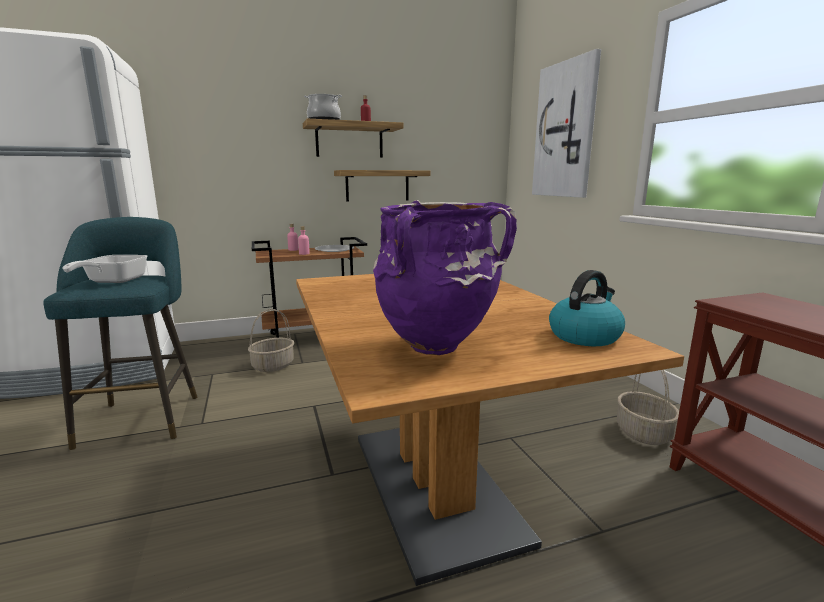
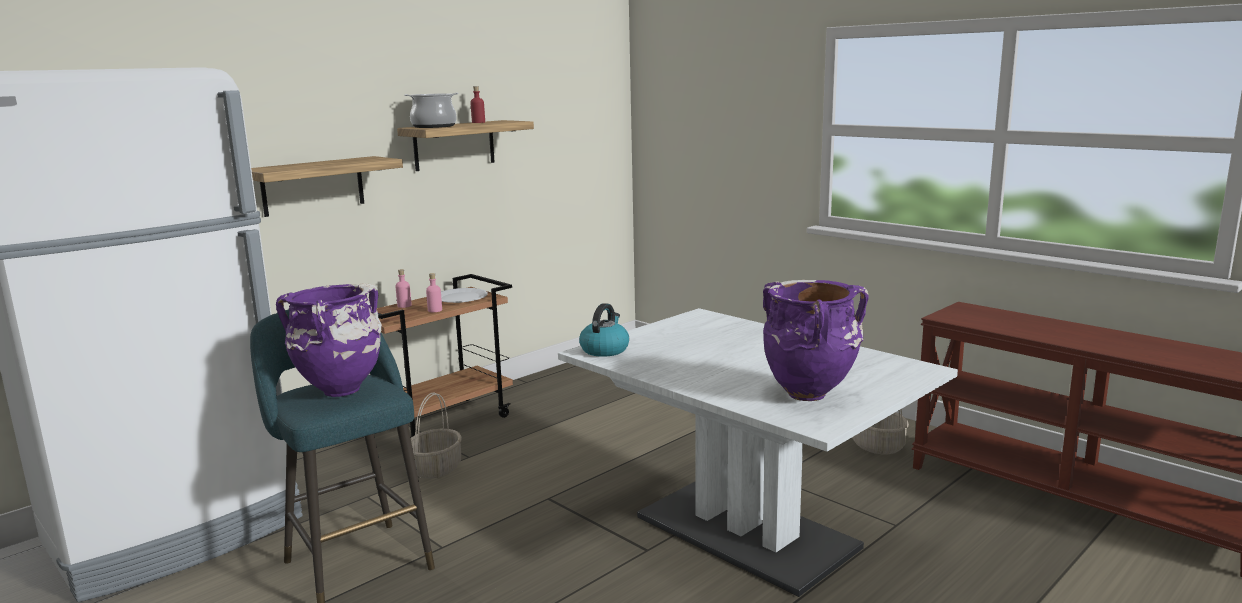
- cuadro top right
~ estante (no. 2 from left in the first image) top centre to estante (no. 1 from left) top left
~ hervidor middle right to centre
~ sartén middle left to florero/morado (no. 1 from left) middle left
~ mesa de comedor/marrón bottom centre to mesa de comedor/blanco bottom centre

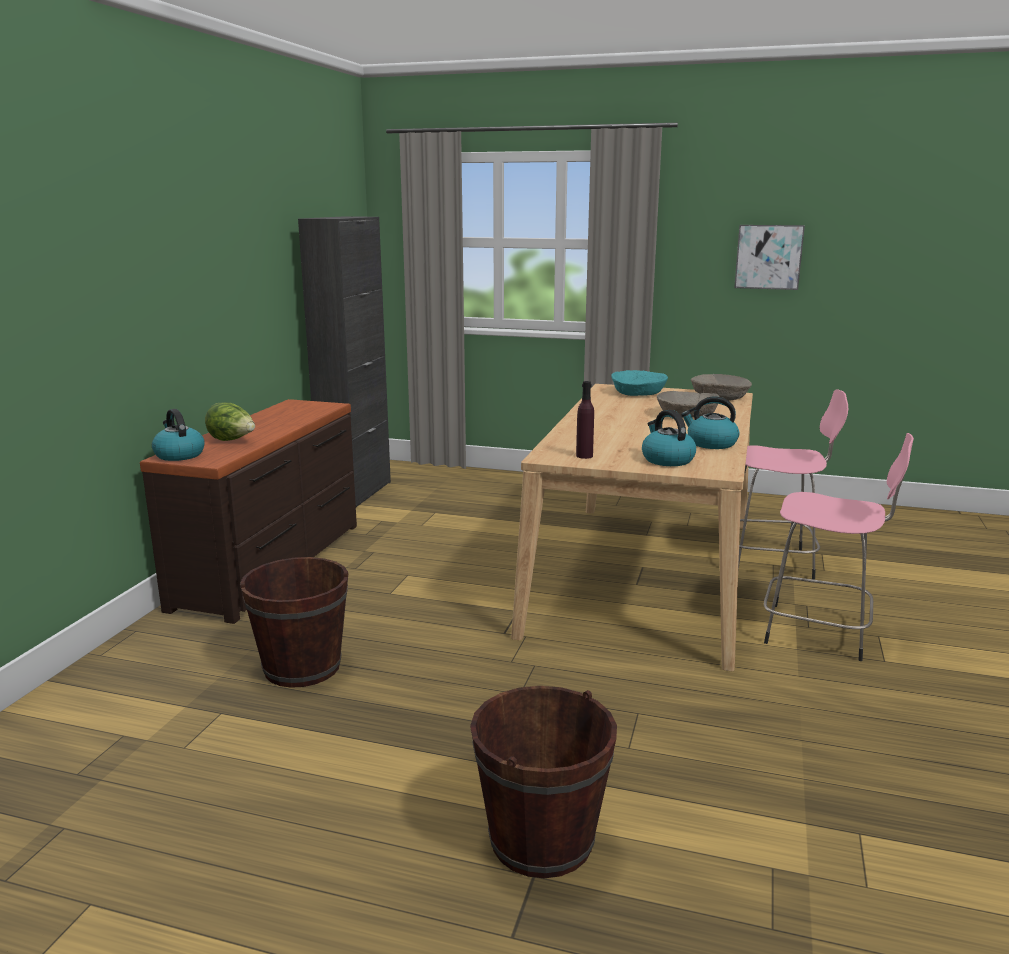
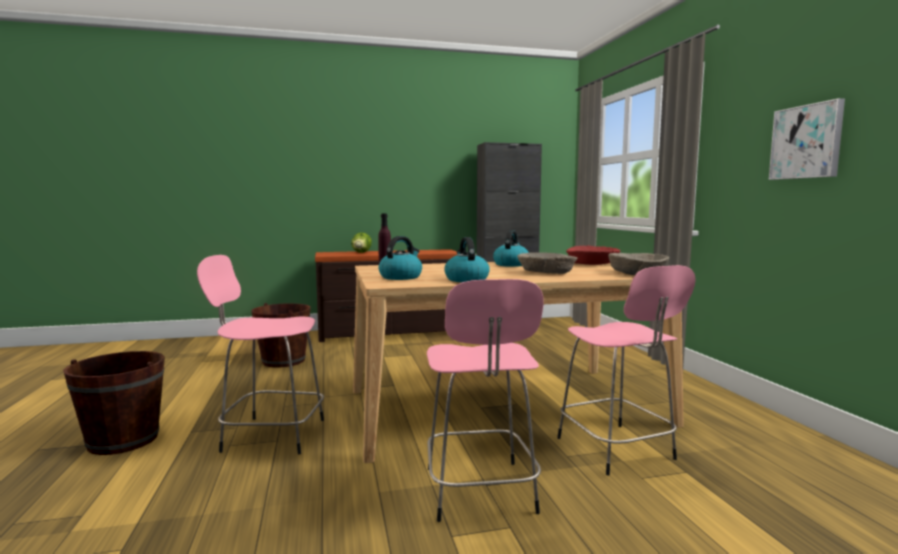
+ taburete/rosa (no. 1 from left) middle left
~ hervidor (no. 1 from left in the first image) middle left to hervidor (no. 3 from left) centre
~ cuenco/turquesa centre to cuenco/rojo centre

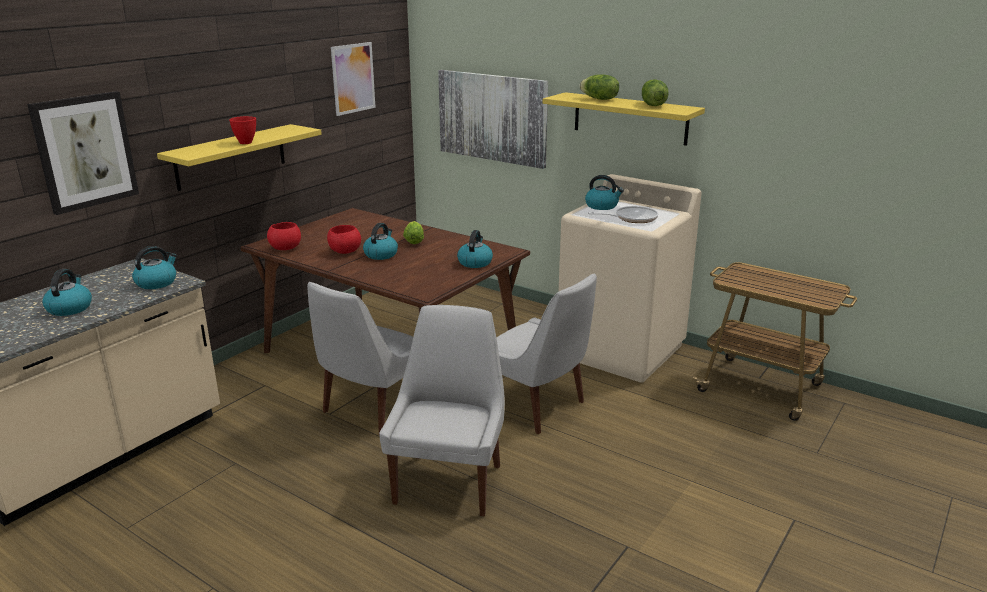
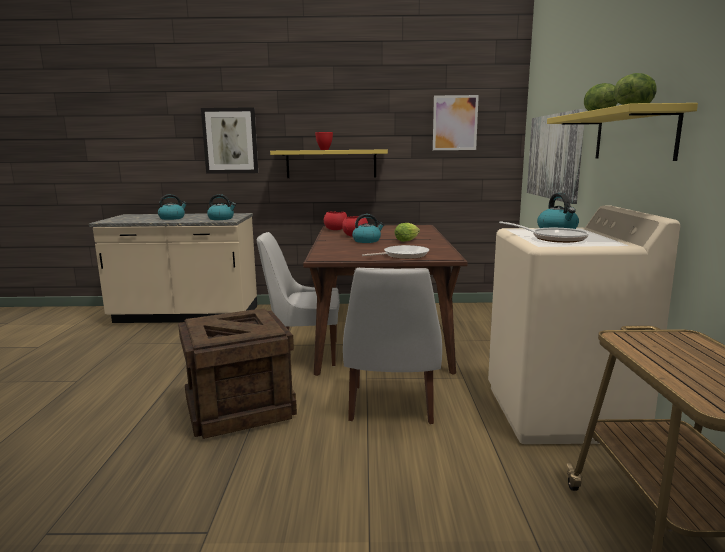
~ silla/blanco (no. 2 from left) bottom centre to caja de embalaje bottom left
~ hervidor (no. 4 from left) centre to sartén (no. 1 from left) centre

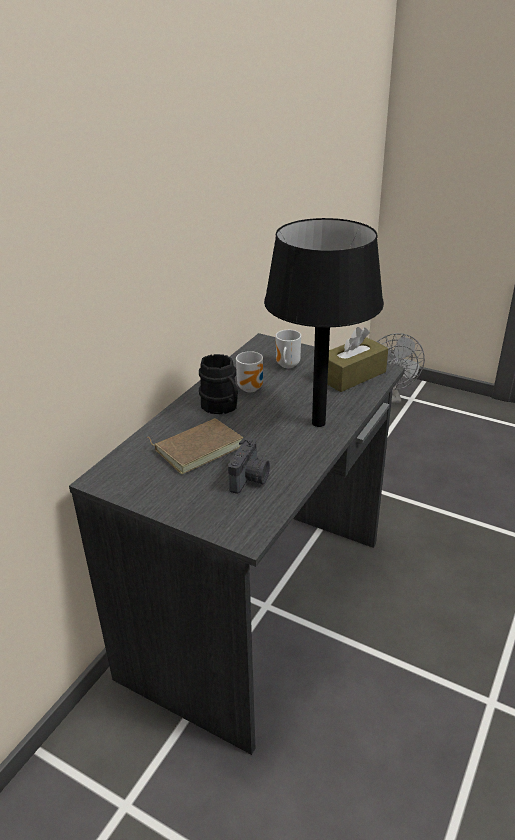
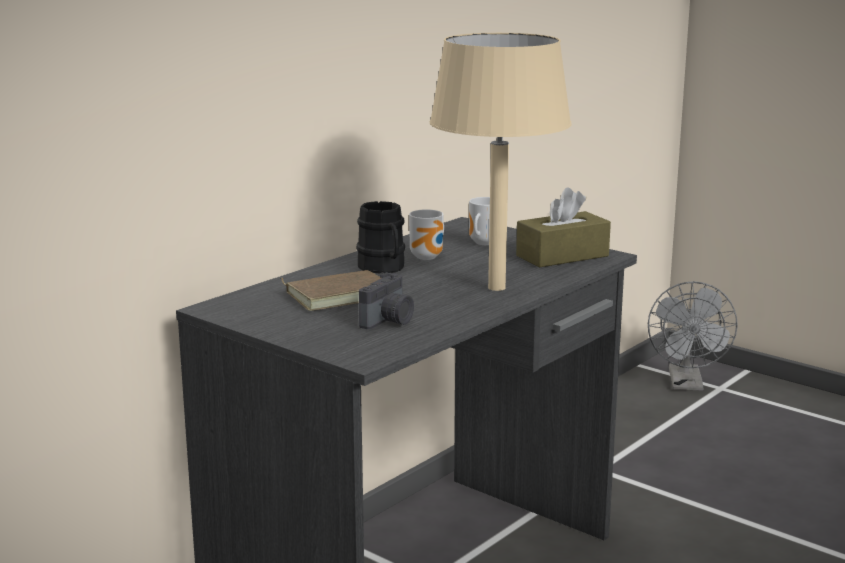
~ lámpara de mesa/negro centre to lámpara de mesa/beis top centre

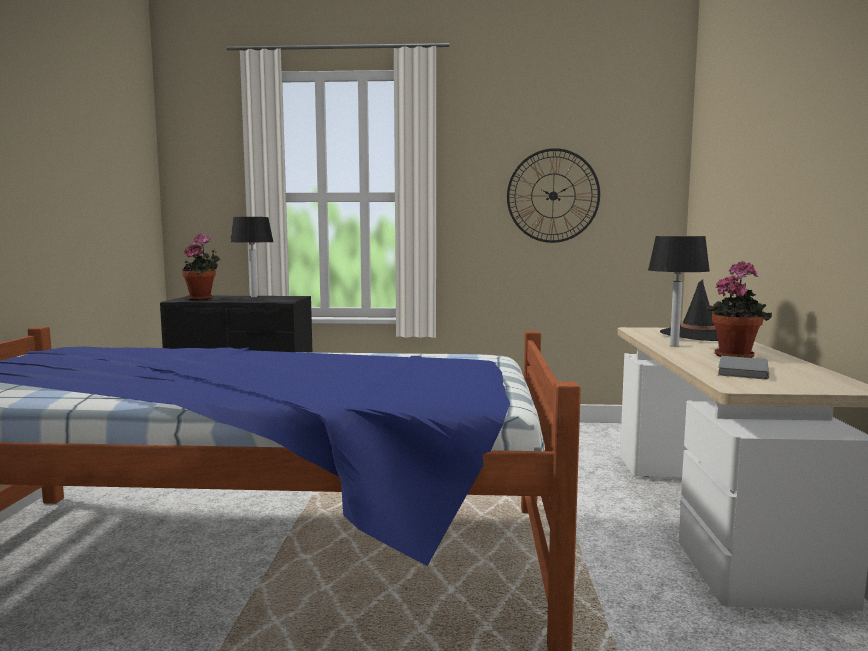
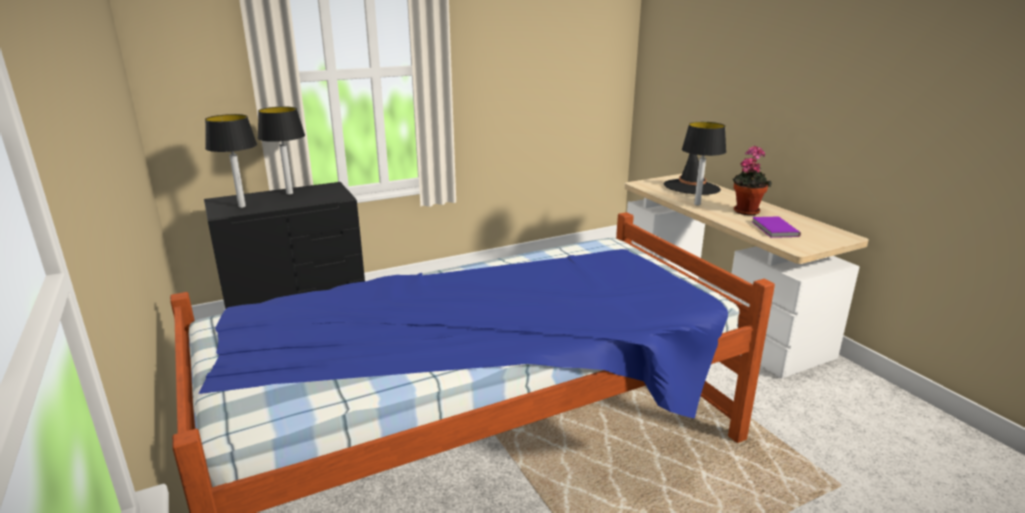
- reloj de pared top centre
~ planta en maceta (no. 1 from left) middle left to lámpara de mesa (no. 1 from left) top left
~ libro/gris middle right to libro/morado middle right

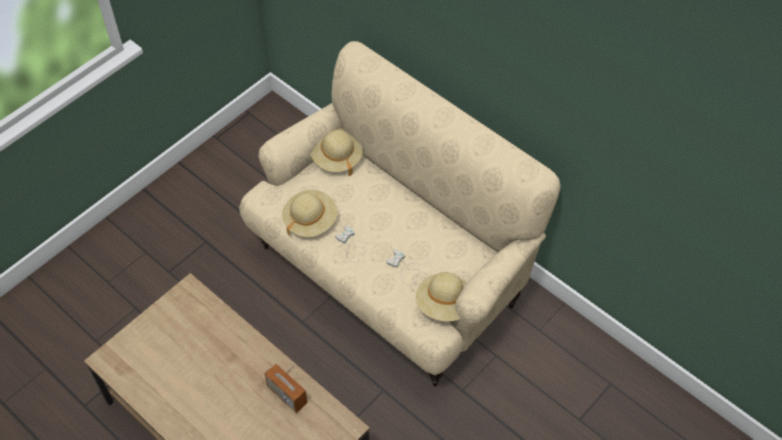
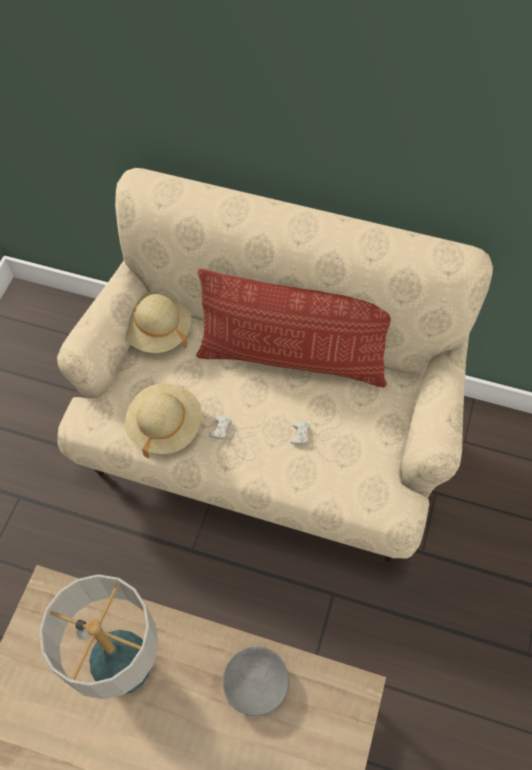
- sombrero/beis (no. 3 from left) bottom centre
+ lámpara de mesa bottom left
+ cojín centre
~ radio bottom centre to cuenco/gris bottom centre

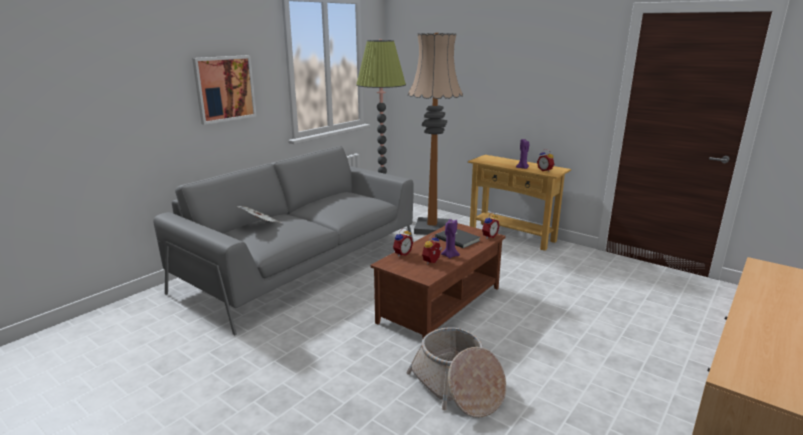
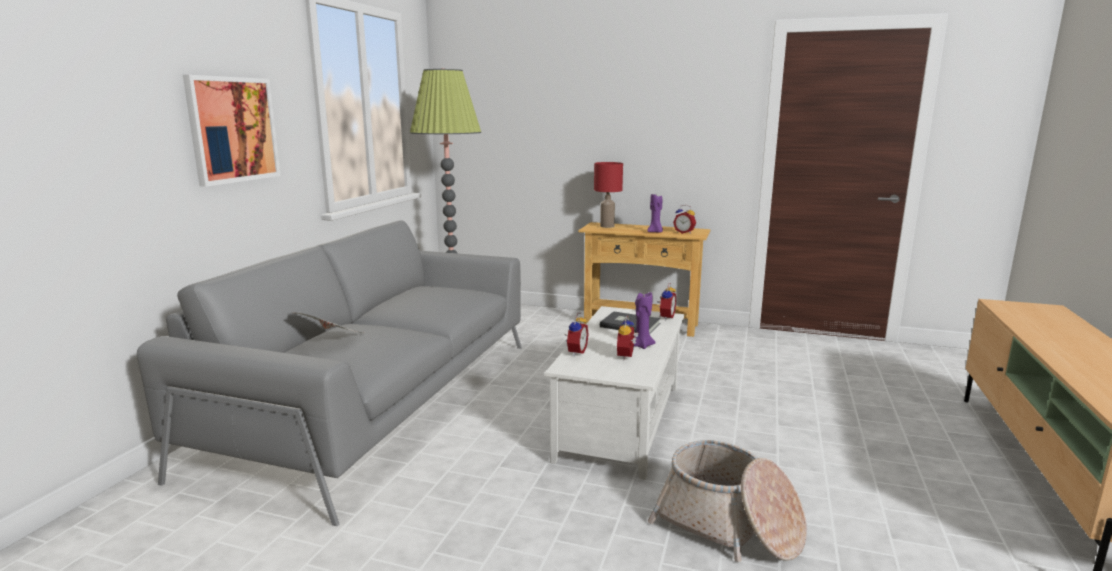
- lámpara de pie (no. 2 from left) top centre
+ lámpara de mesa/rojo centre
~ mesa de centro/marrón centre to mesa de centro/blanco bottom centre

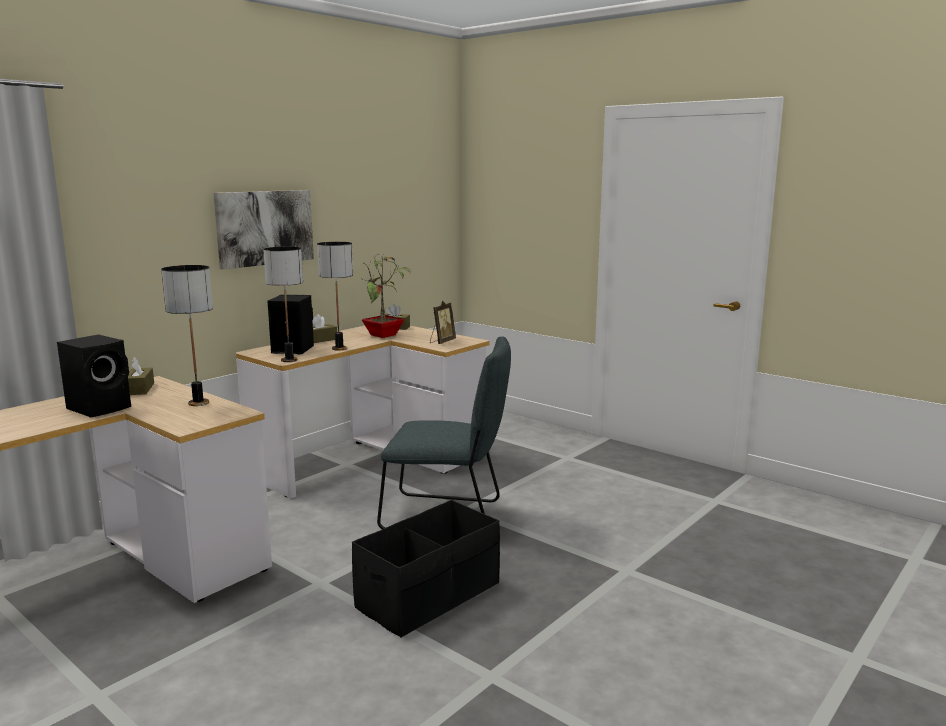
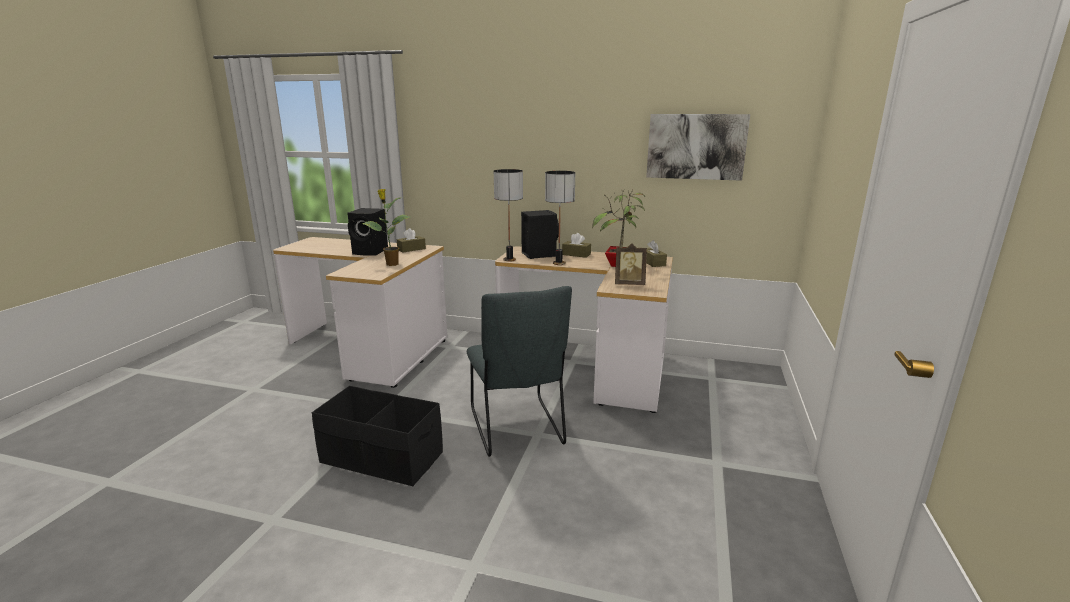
~ cuadro top left to top centre
~ lámpara de mesa (no. 1 from left) middle left to planta en maceta (no. 1 from left) centre

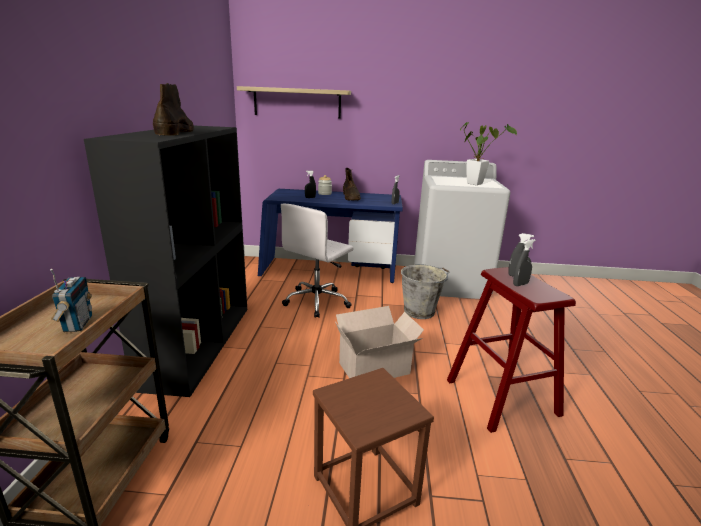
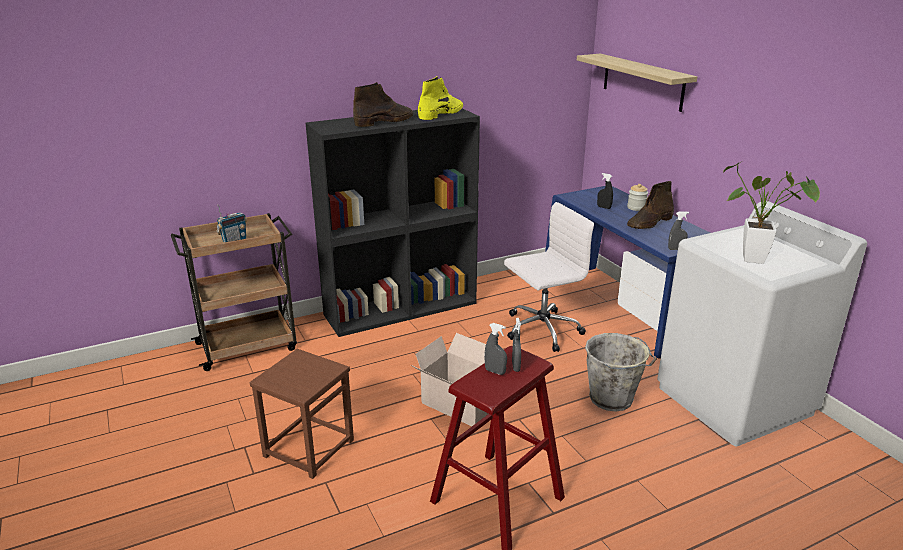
+ bota/amarillo top centre
~ silla de oficina/blanco centre = centre 150 degrees clockwise

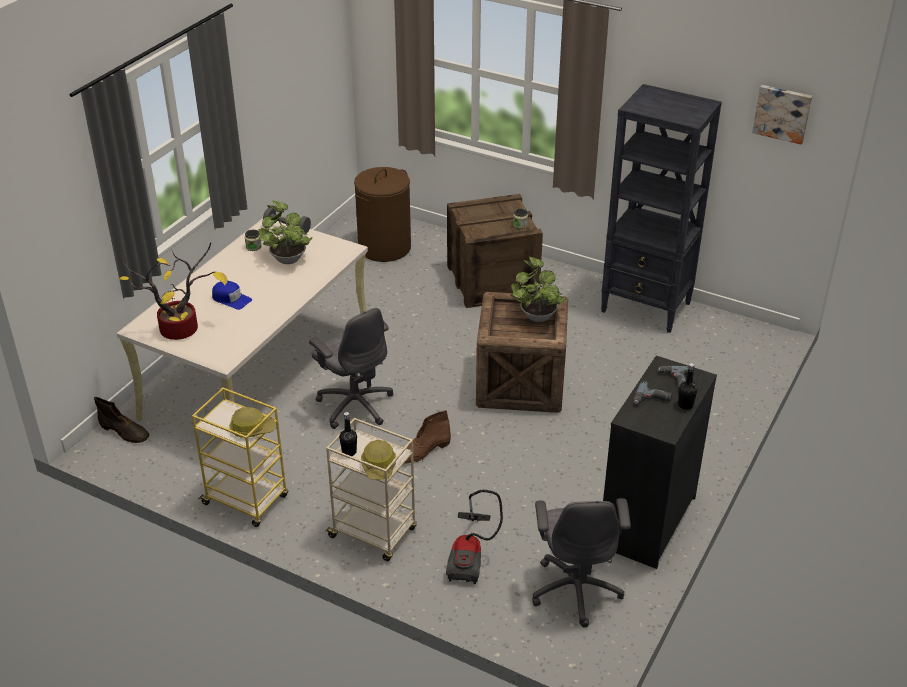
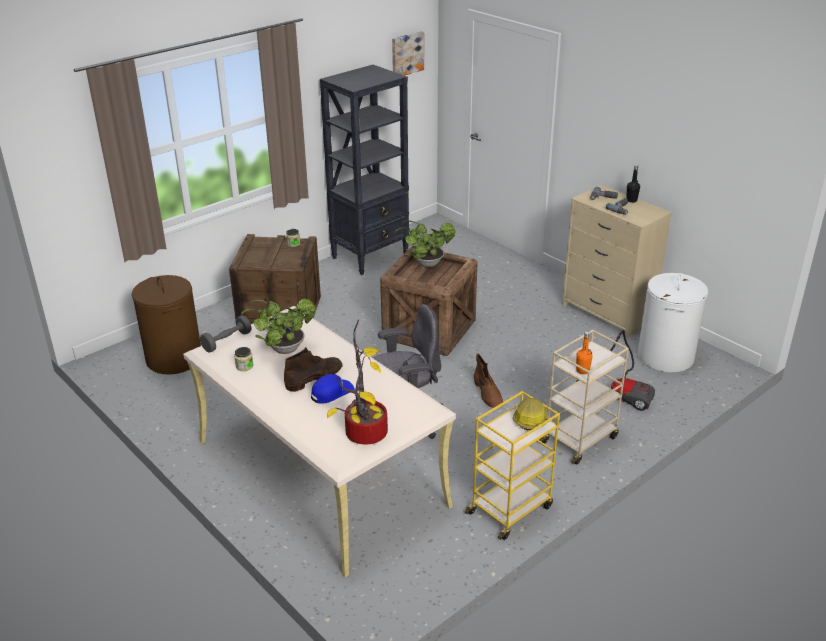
- casco (no. 2 from left) bottom centre
~ bota/marrón (no. 1 from left) middle left to centre
~ silla de oficina/gris (no. 2 from left) bottom centre to cesto de la ropa/blanco middle right
~ botella/negro (no. 1 from left) centre to botella/naranja middle right
~ cómoda/negro bottom right to cómoda/beis middle right

